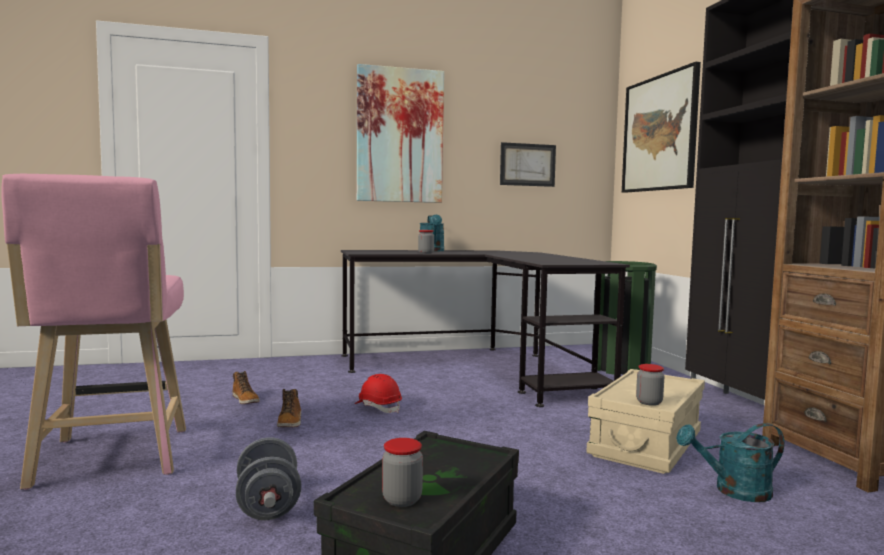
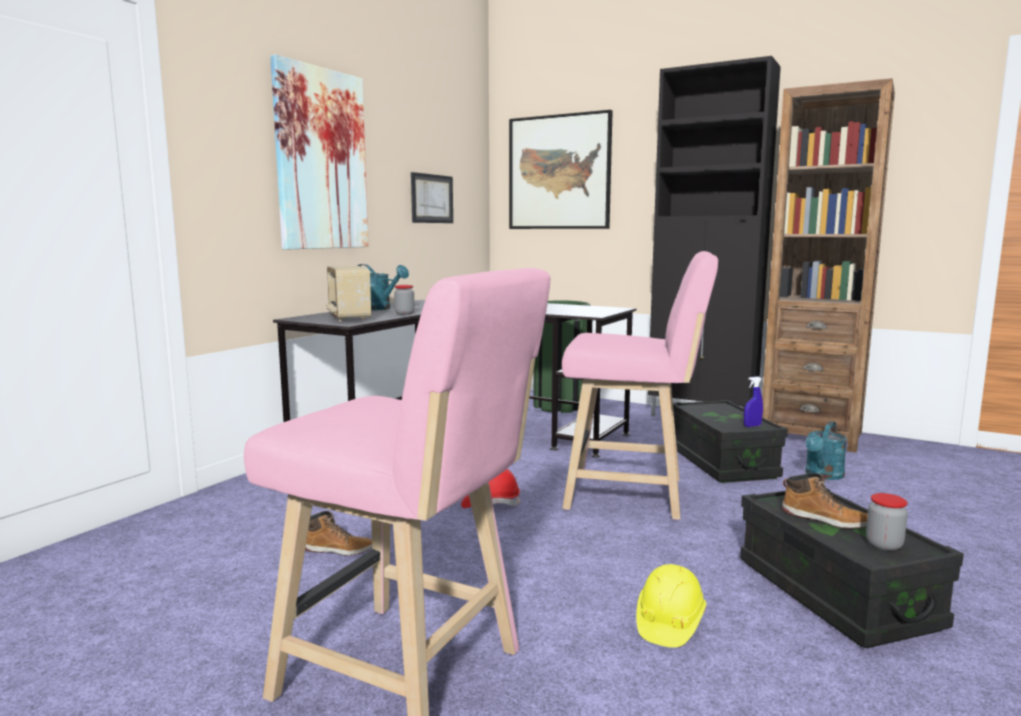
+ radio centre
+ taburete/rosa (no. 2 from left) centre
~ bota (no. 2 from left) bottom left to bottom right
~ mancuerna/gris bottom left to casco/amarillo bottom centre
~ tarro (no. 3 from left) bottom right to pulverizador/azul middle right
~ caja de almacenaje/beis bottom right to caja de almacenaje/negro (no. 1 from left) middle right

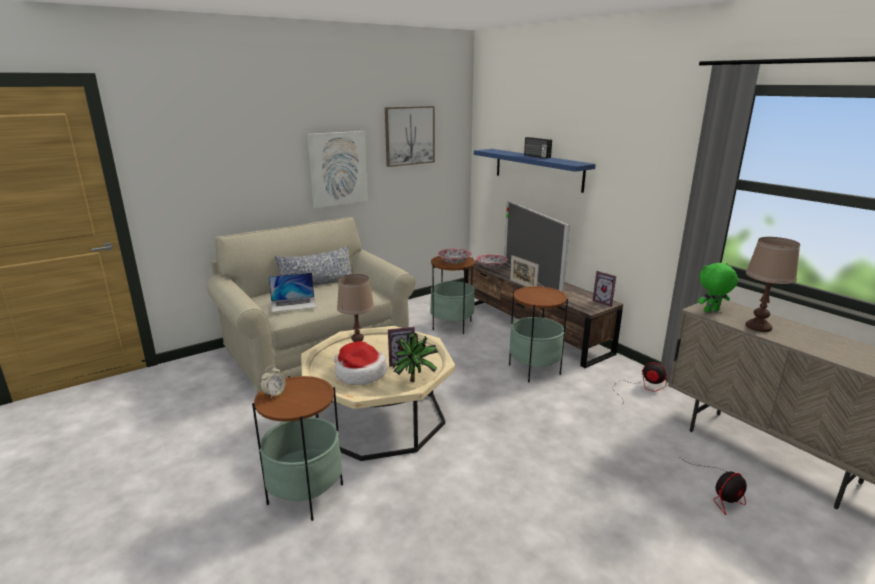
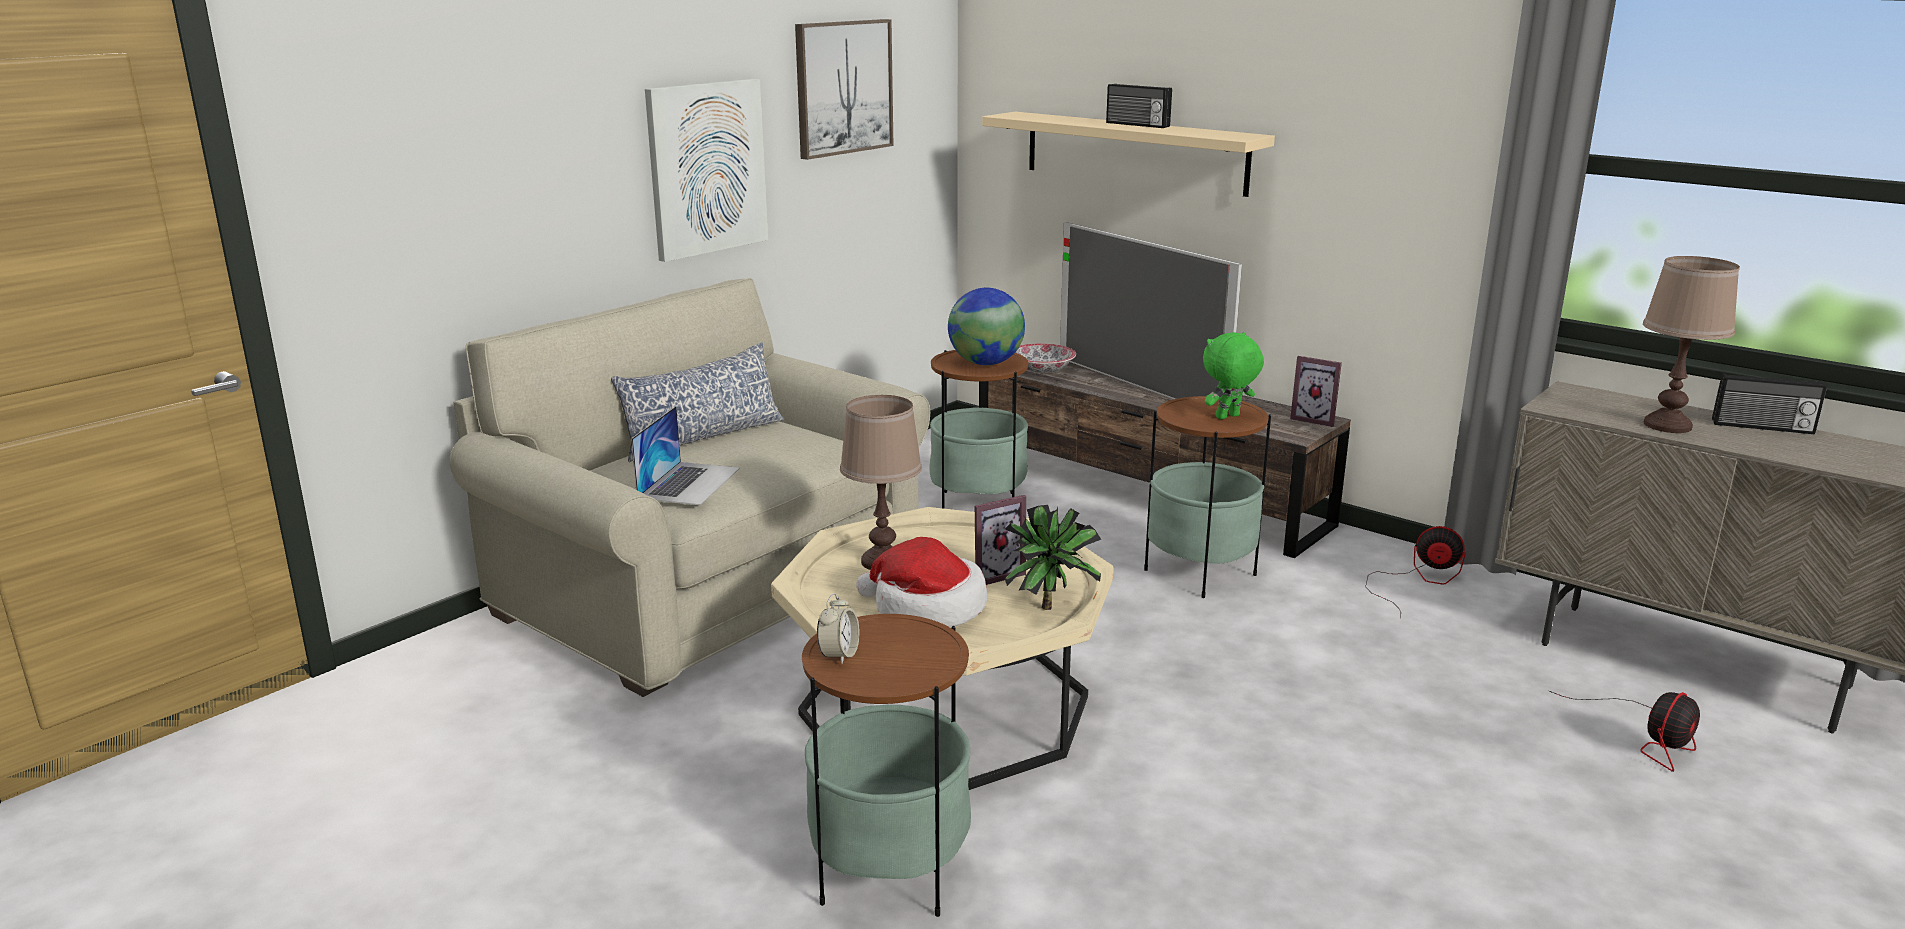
- portarretratos (no. 2 from left) centre
+ radio (no. 2 from left) middle right
~ peluche/verde middle right to centre
~ cuenco (no. 1 from left) centre to globo terráqueo centre
~ estante/azul top centre to estante/beis top centre
~ portátil centre = centre 45 degrees counterclockwise

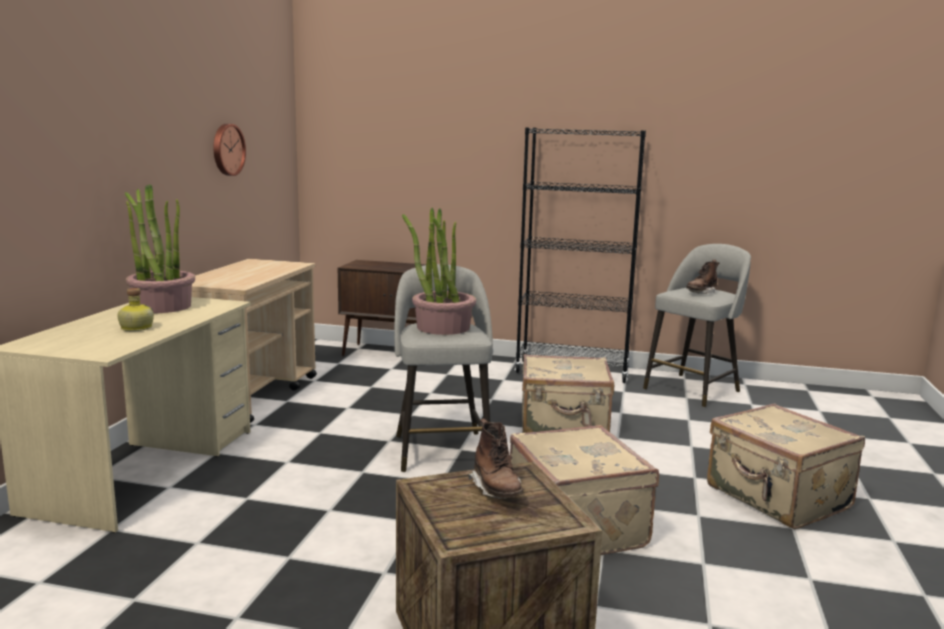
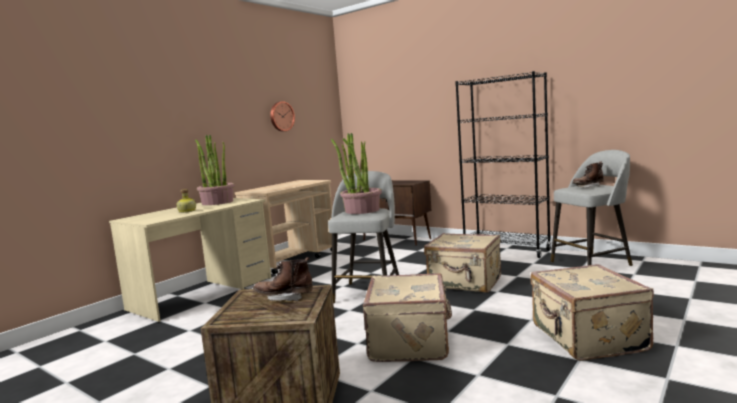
~ bota/marrón (no. 1 from left) bottom centre = bottom centre 90 degrees clockwise

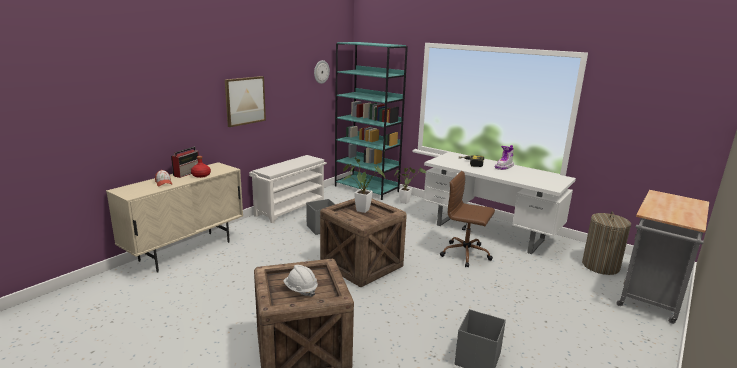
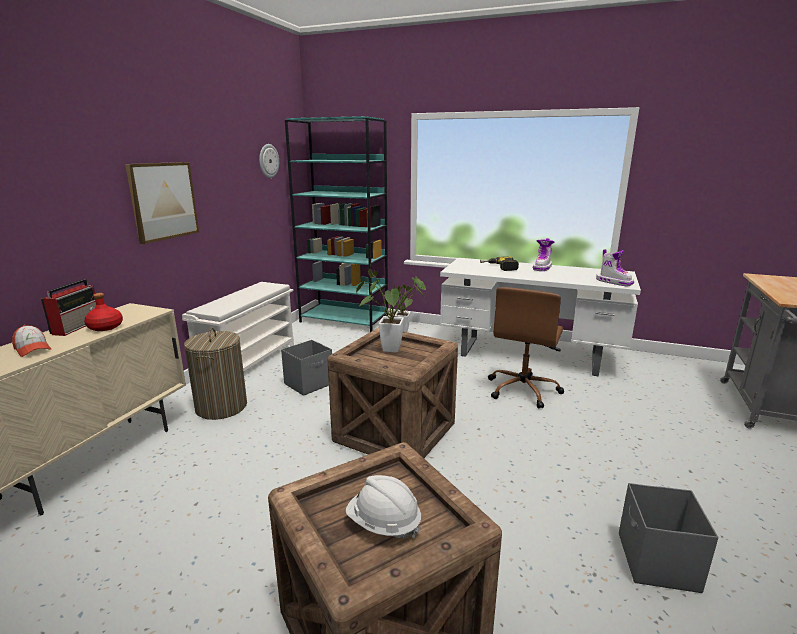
+ bota (no. 2 from left) middle right
~ cesto de la ropa middle right to middle left
~ silla de oficina/marrón centre = centre 75 degrees counterclockwise

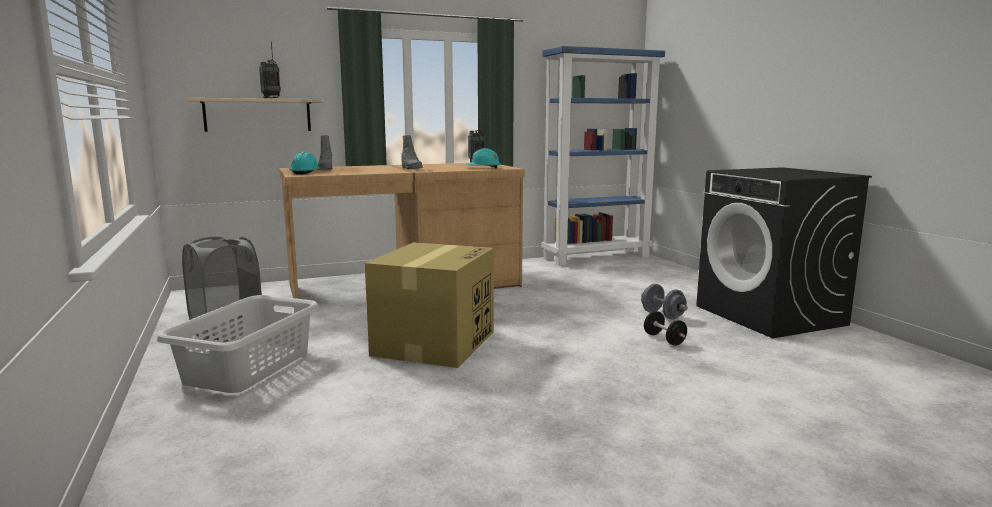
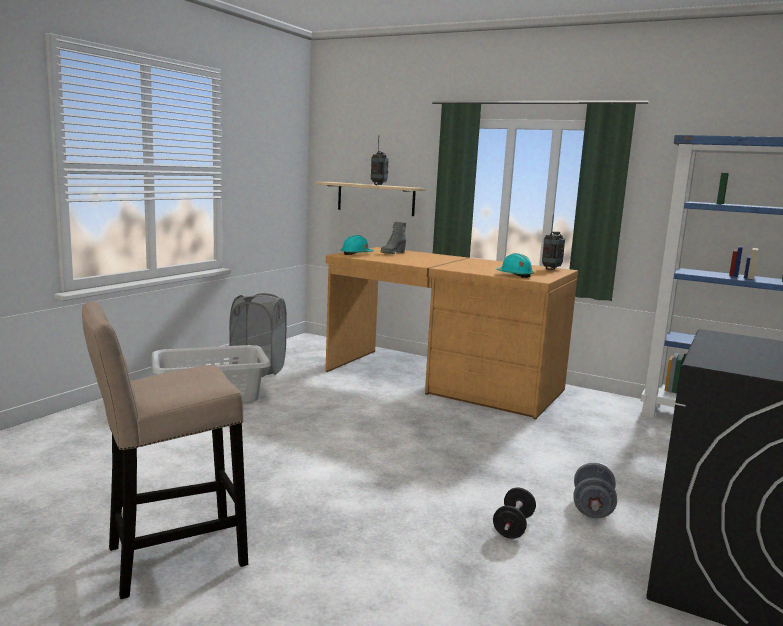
- caja de cartón centre
- bota/gris (no. 2 from left) top centre
+ taburete/beis bottom left

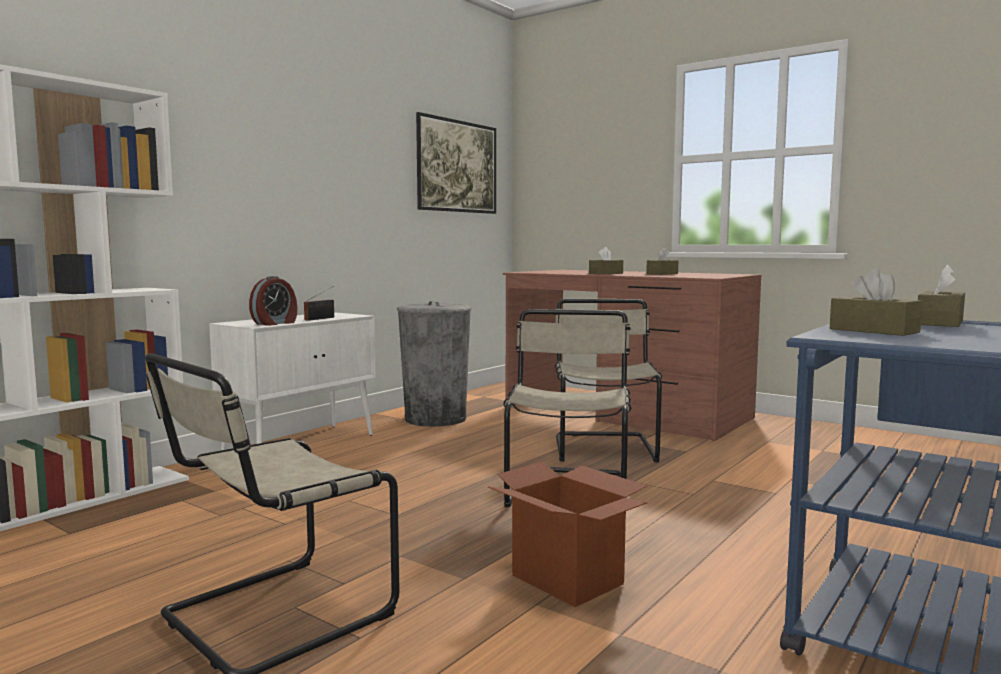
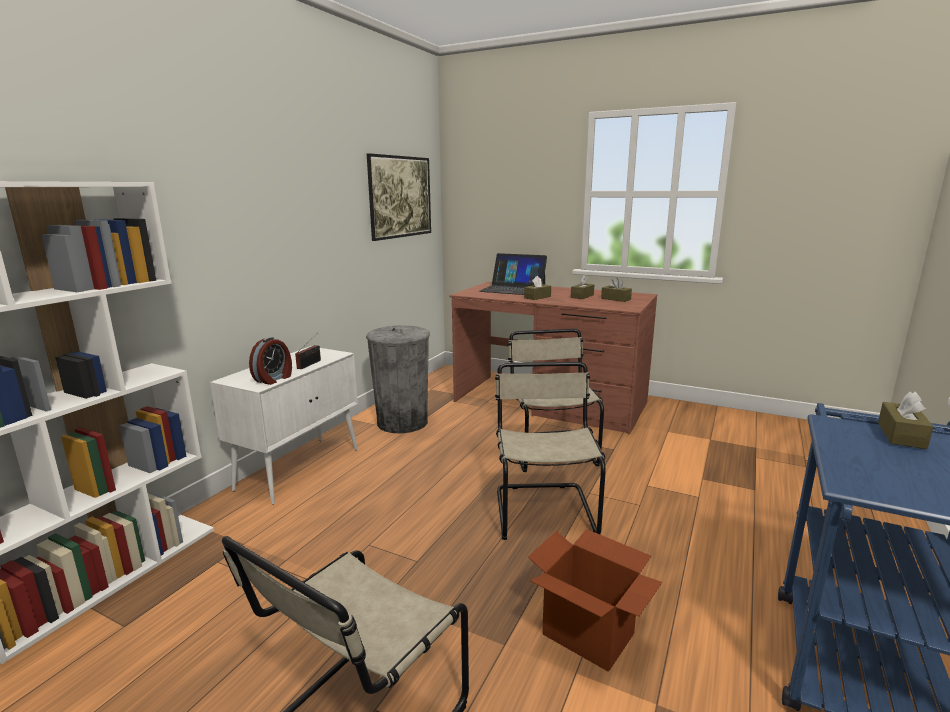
+ portátil centre
~ caja de pañuelos/marrón (no. 3 from left) middle right to centre

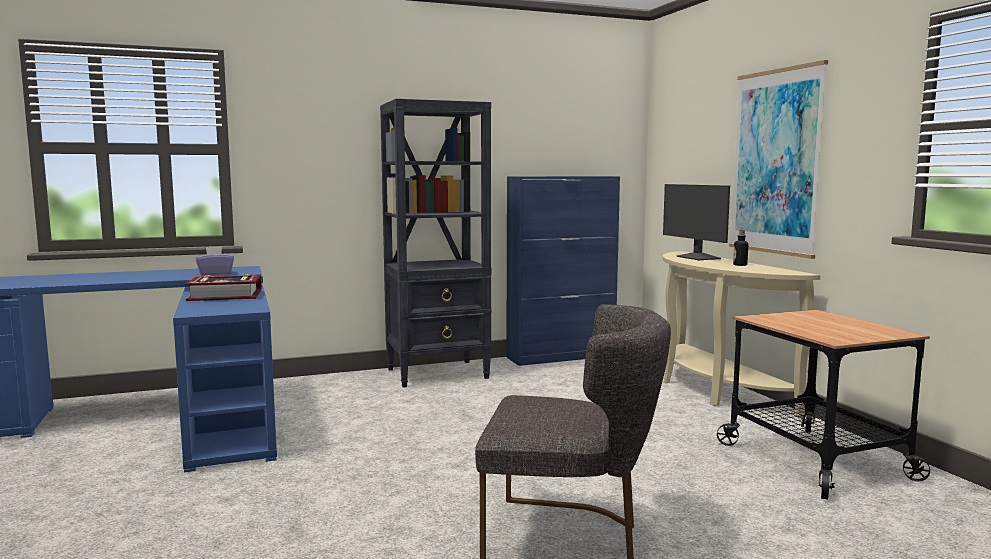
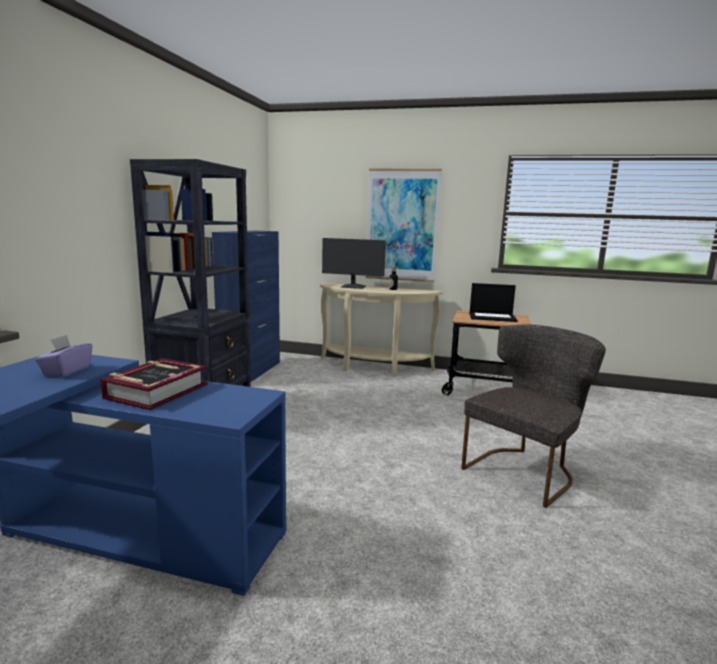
+ portátil middle right

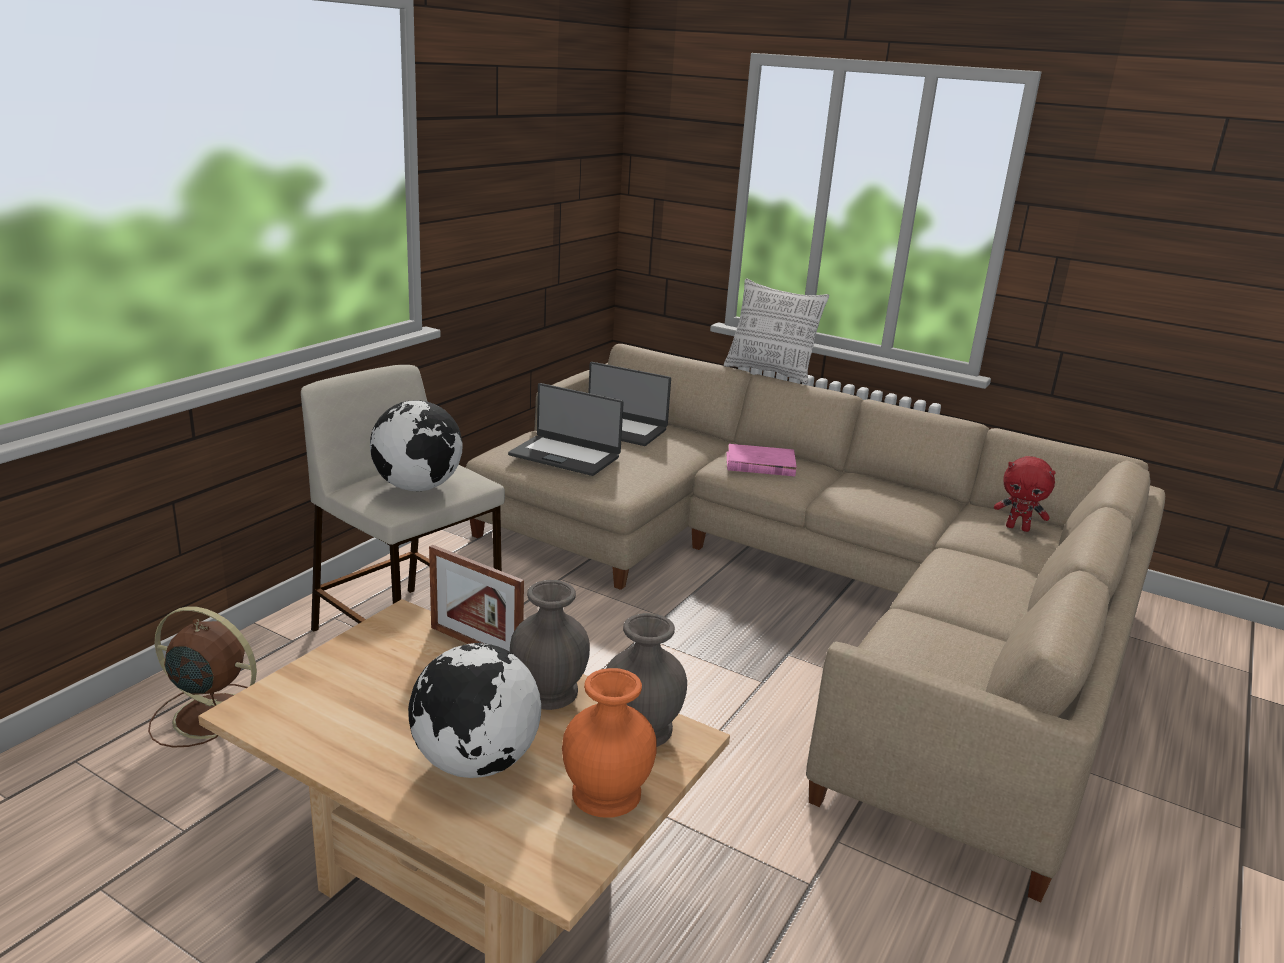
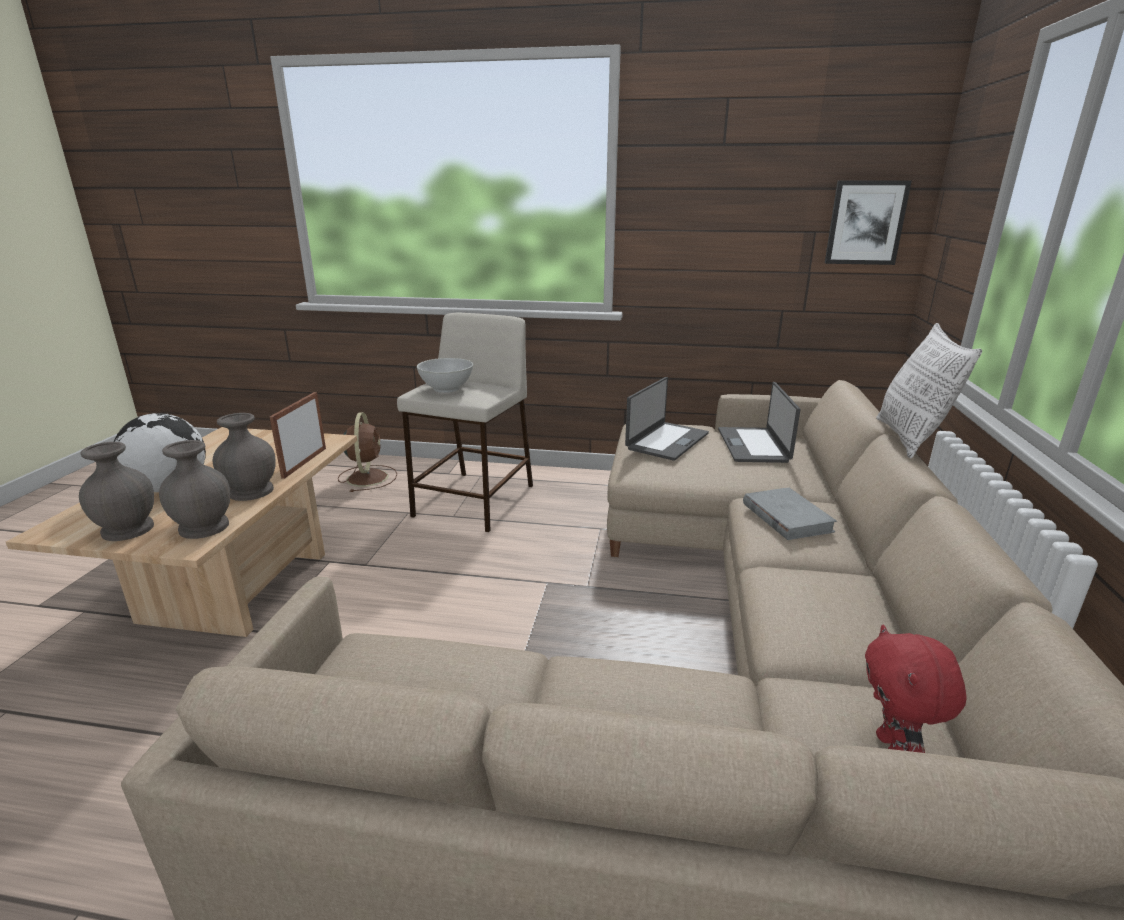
+ cuadro top right
~ globo terráqueo (no. 1 from left) middle left to cuenco/blanco centre
~ florero/naranja bottom centre to florero/gris (no. 1 from left) middle left
~ libro/rosa centre to libro/gris middle right
~ portátil (no. 1 from left) centre = centre 150 degrees counterclockwise

